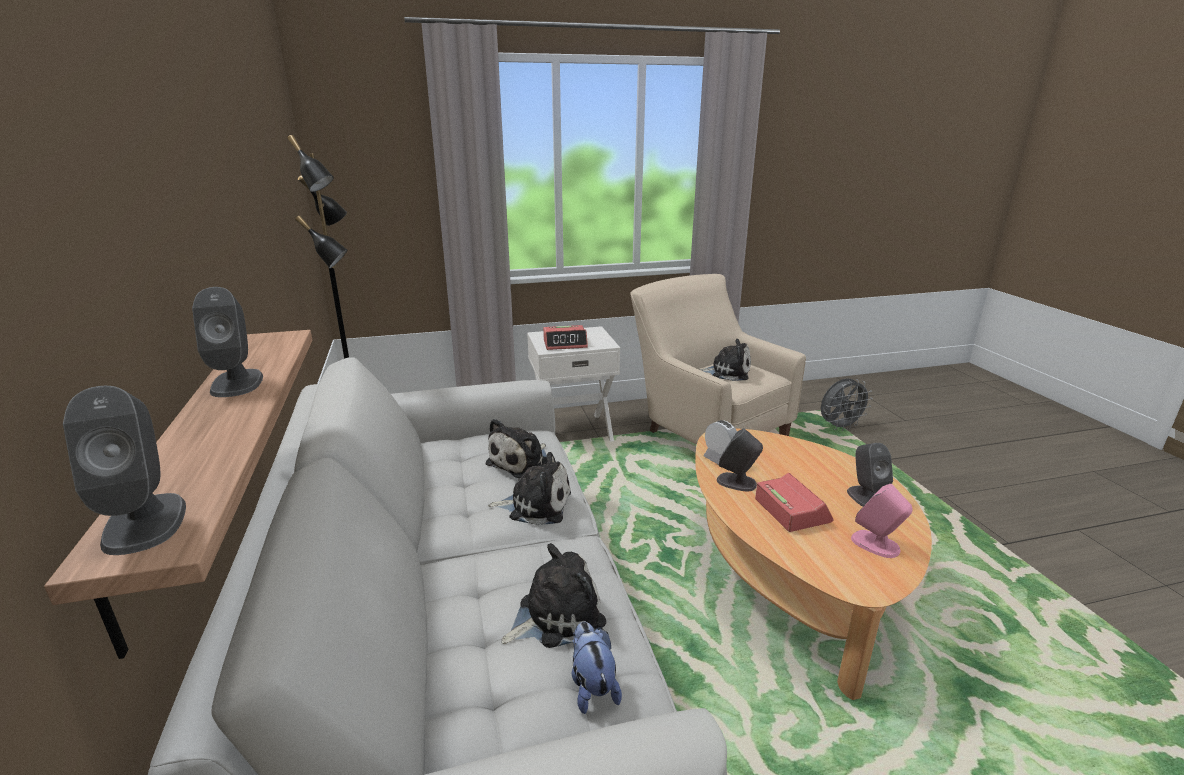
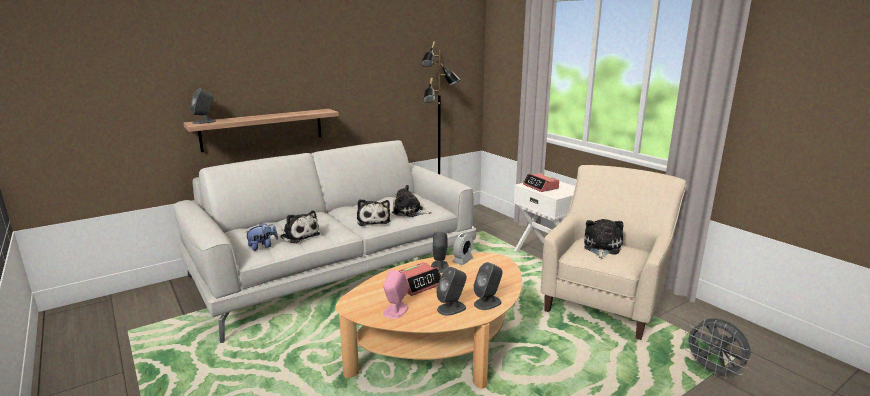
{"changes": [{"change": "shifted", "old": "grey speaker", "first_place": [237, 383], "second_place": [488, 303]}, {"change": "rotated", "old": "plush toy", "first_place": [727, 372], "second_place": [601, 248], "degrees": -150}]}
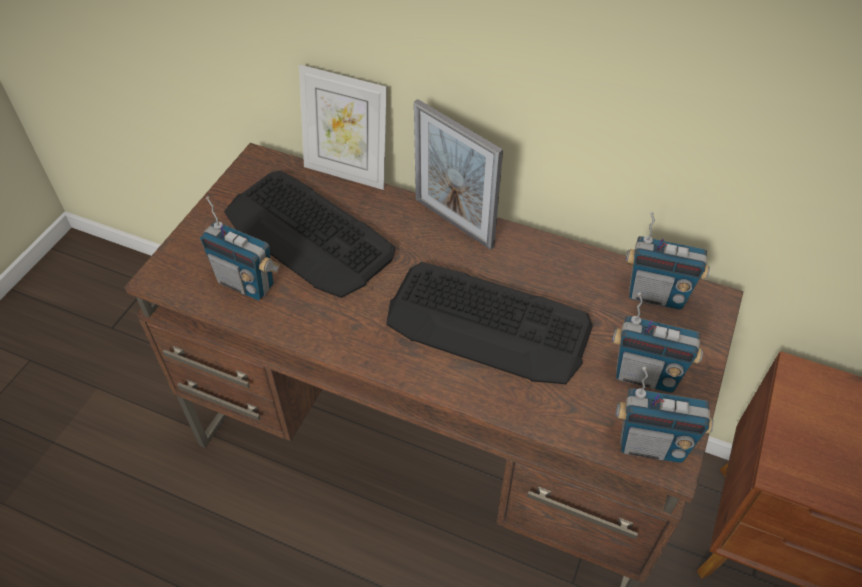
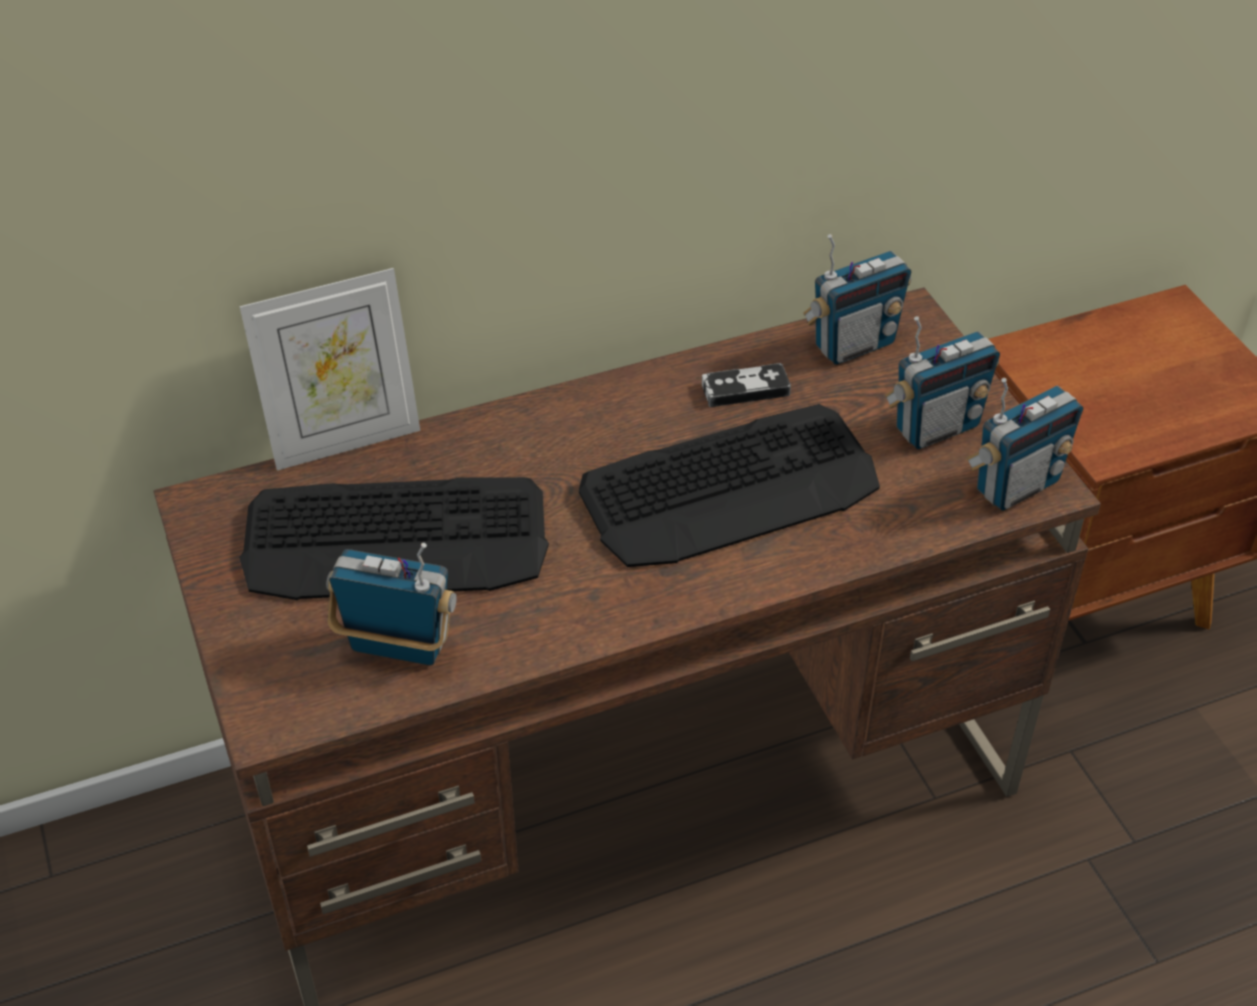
{"changes": [{"change": "rotated", "old": "radio", "first_place": [246, 283], "second_place": [398, 646], "degrees": -150}, {"change": "gone", "old": "picture frame", "first_place": [453, 222]}, {"change": "new", "new": "game controller", "second_place": [745, 389]}]}
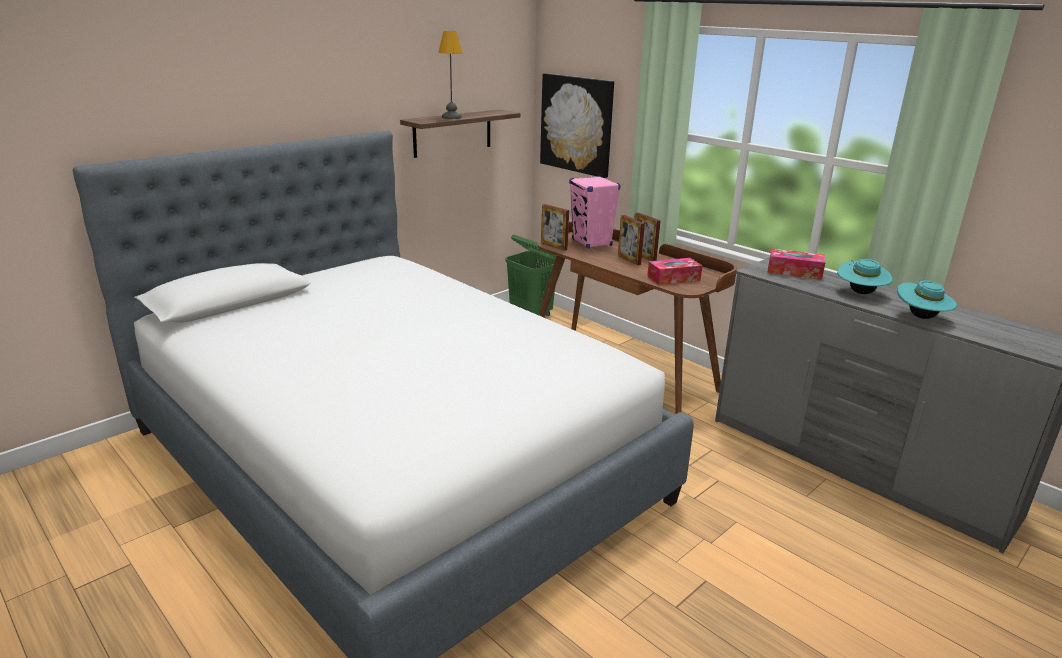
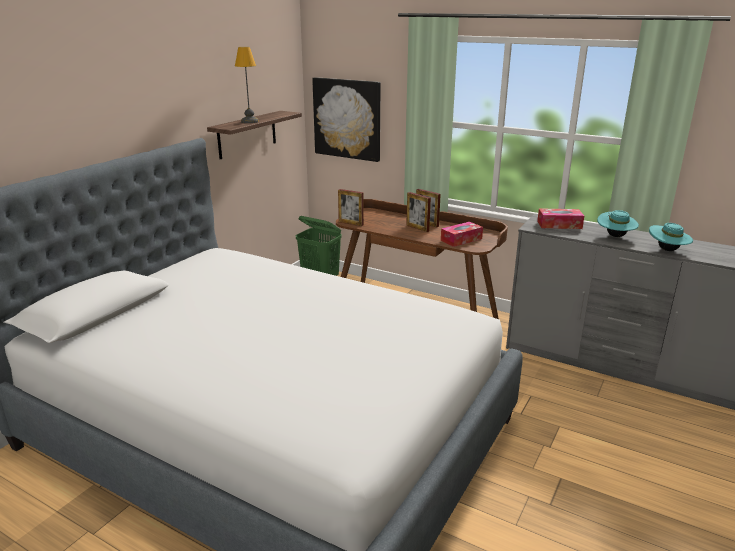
{"changes": [{"change": "gone", "old": "pink speaker", "first_place": [592, 242]}]}
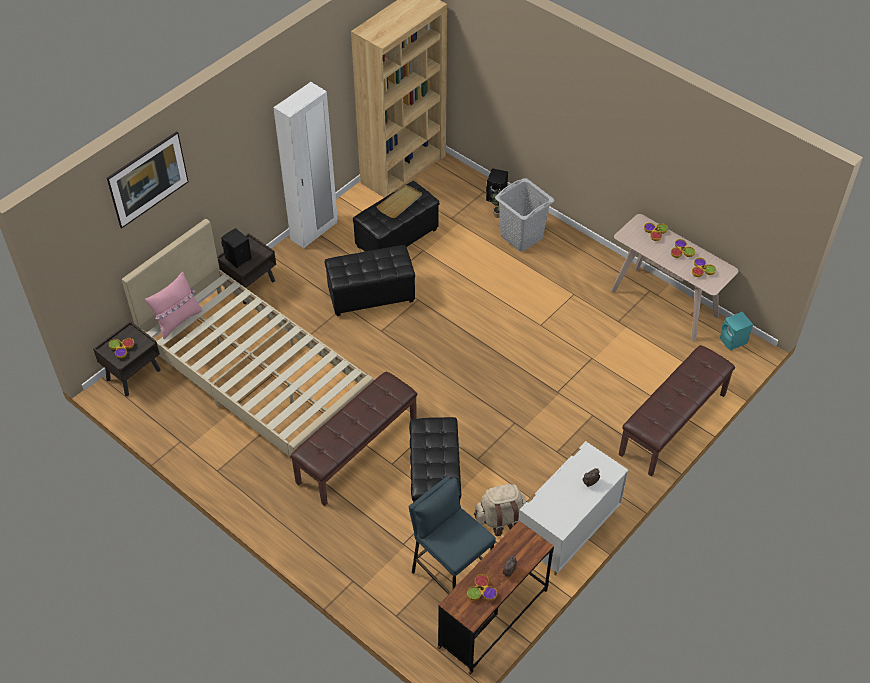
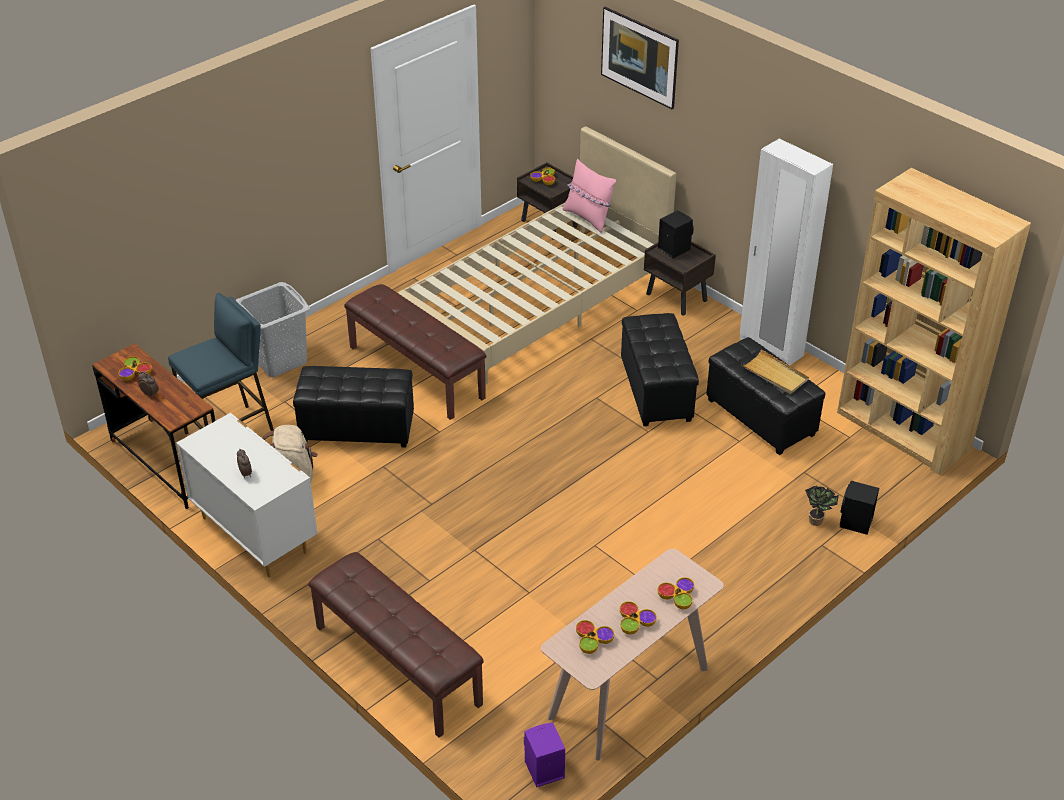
{"changes": [{"change": "shifted", "old": "grey laundry basket", "first_place": [521, 236], "second_place": [280, 360]}, {"change": "repainted", "old": "turquoise speaker", "new": "purple speaker", "first_place": [733, 341], "second_place": [542, 770]}]}
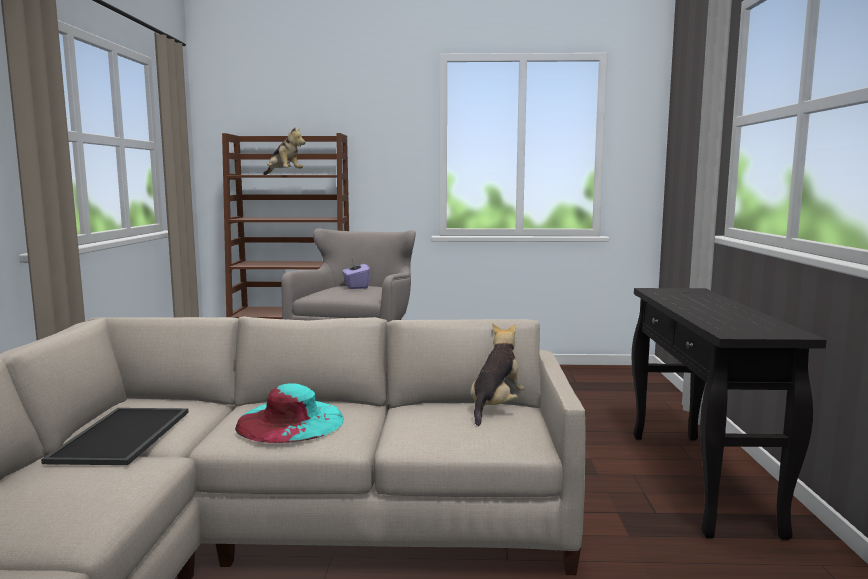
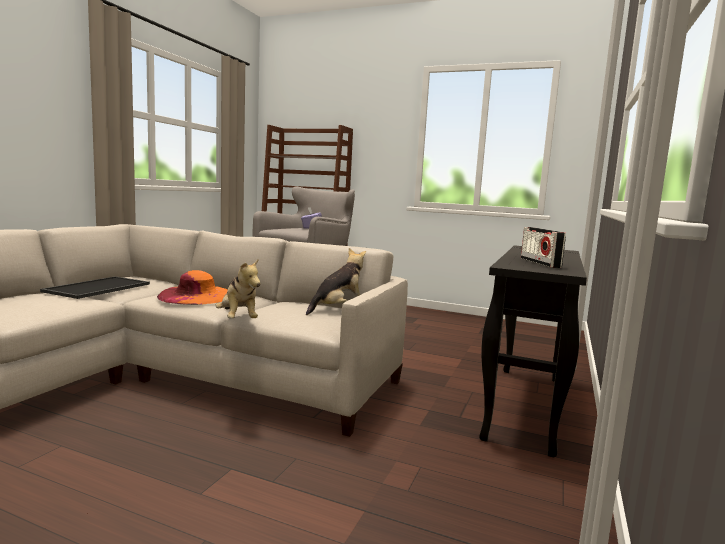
{"changes": [{"change": "repainted", "old": "turquoise hat", "new": "orange hat", "first_place": [290, 421], "second_place": [196, 296]}, {"change": "shifted", "old": "plush toy", "first_place": [283, 174], "second_place": [238, 319]}, {"change": "new", "new": "radio", "second_place": [540, 263]}]}
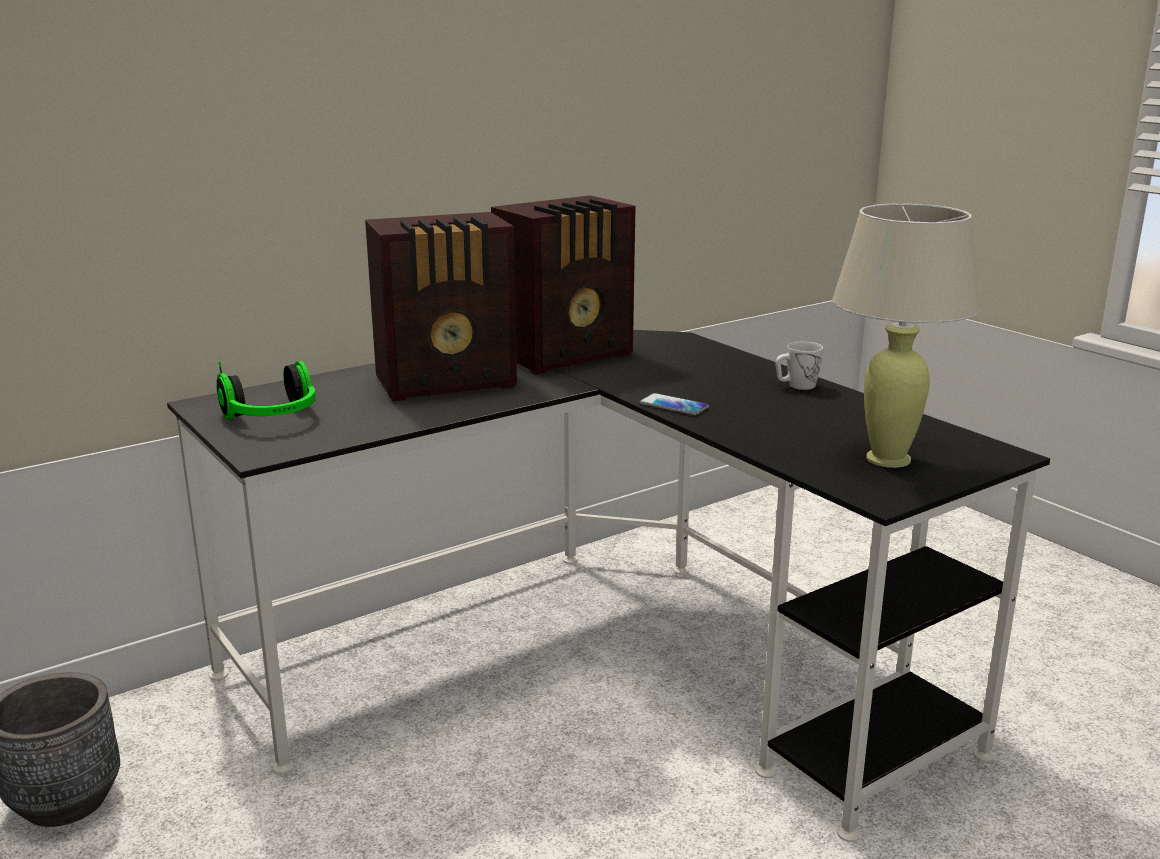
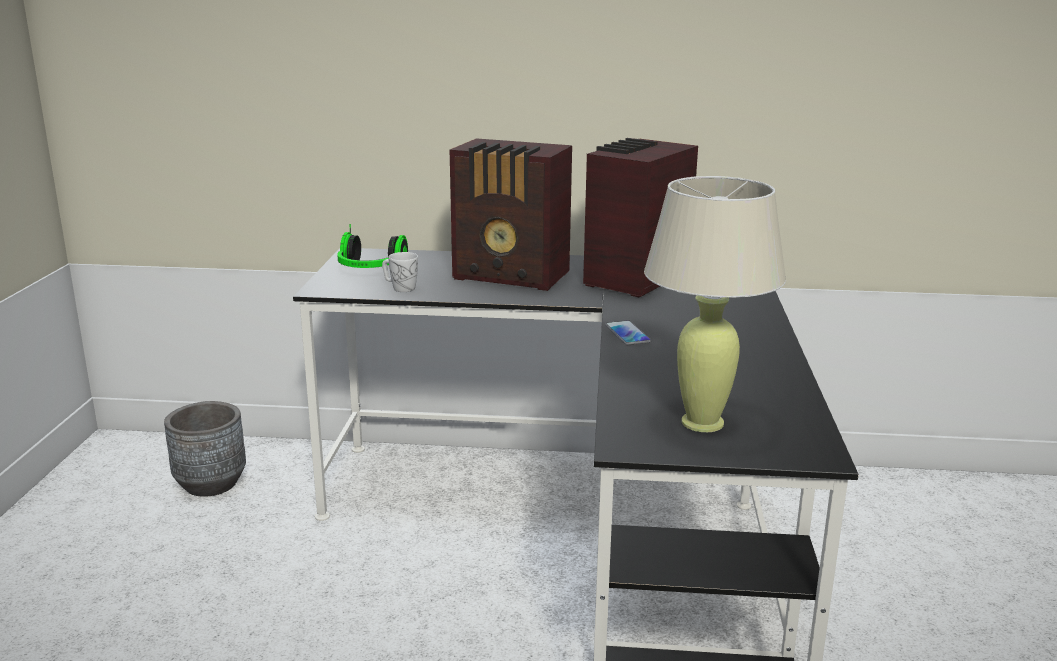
{"changes": [{"change": "rotated", "old": "radio", "first_place": [568, 355], "second_place": [634, 279], "degrees": 120}, {"change": "shifted", "old": "white mug", "first_place": [796, 386], "second_place": [400, 288]}]}
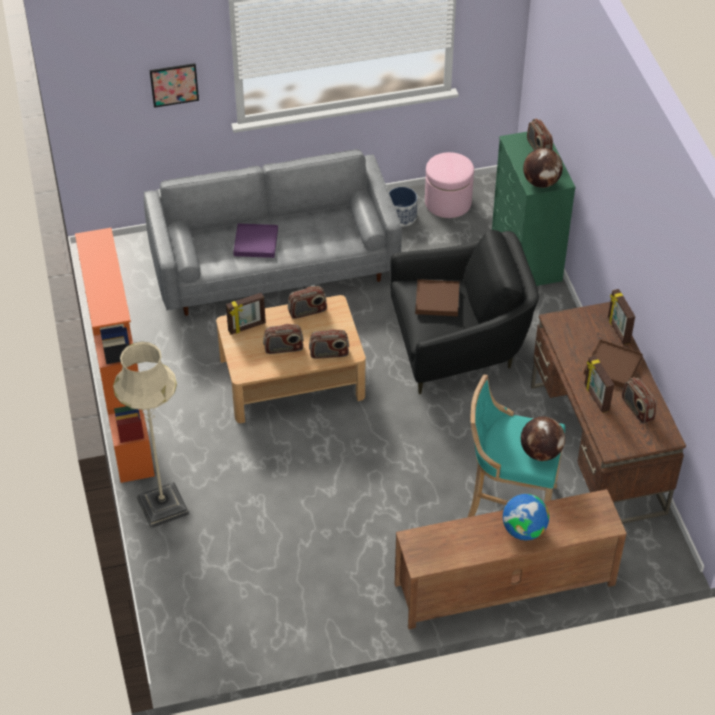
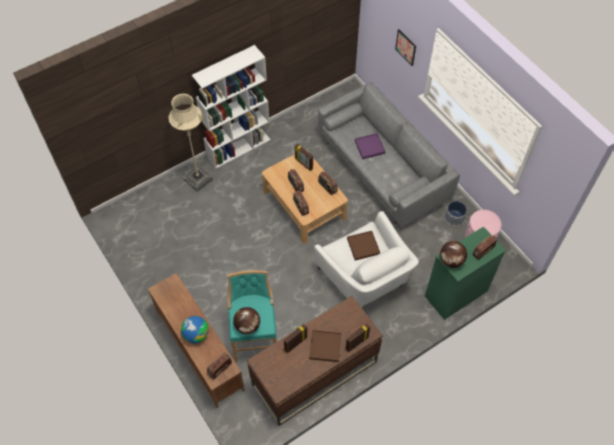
{"changes": [{"change": "repainted", "old": "orange bookcase", "new": "white bookcase", "first_place": [127, 432], "second_place": [239, 148]}, {"change": "repainted", "old": "black armchair", "new": "white armchair", "first_place": [459, 344], "second_place": [365, 277]}, {"change": "shifted", "old": "radio", "first_place": [637, 409], "second_place": [219, 368]}]}
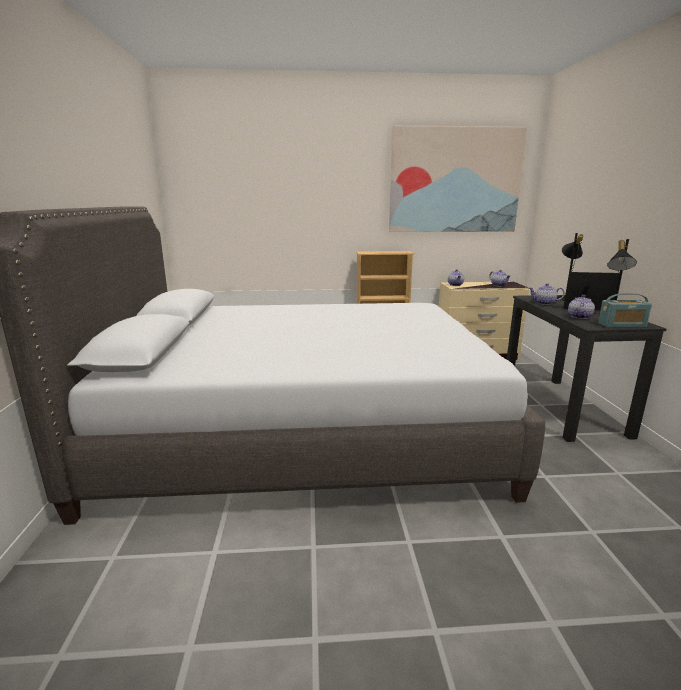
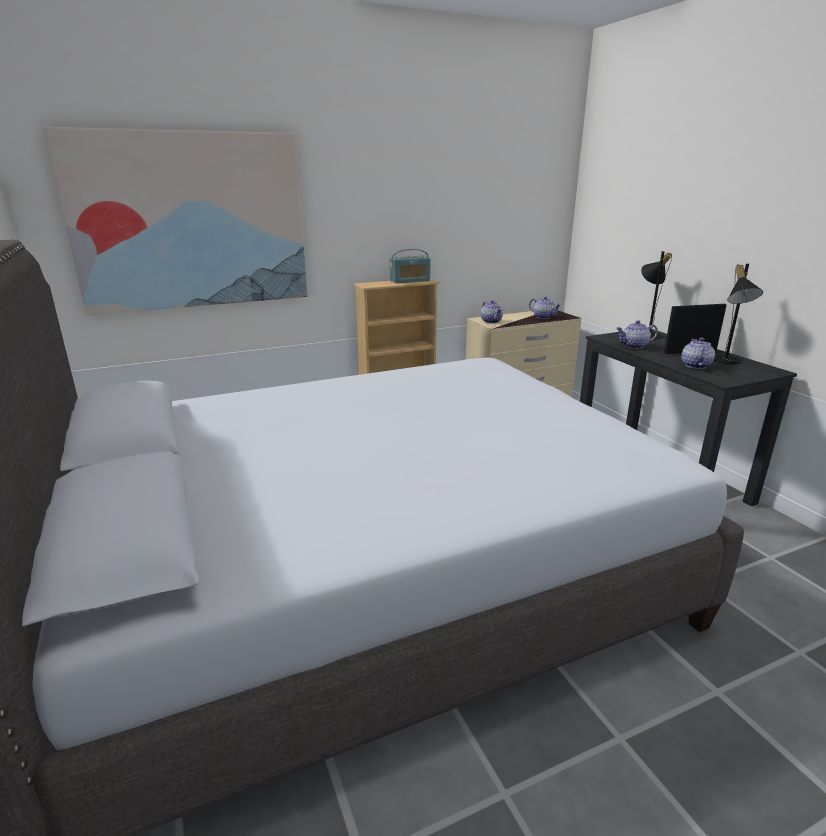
{"changes": [{"change": "shifted", "old": "picture", "first_place": [455, 180], "second_place": [191, 222]}, {"change": "shifted", "old": "radio", "first_place": [622, 325], "second_place": [410, 281]}]}
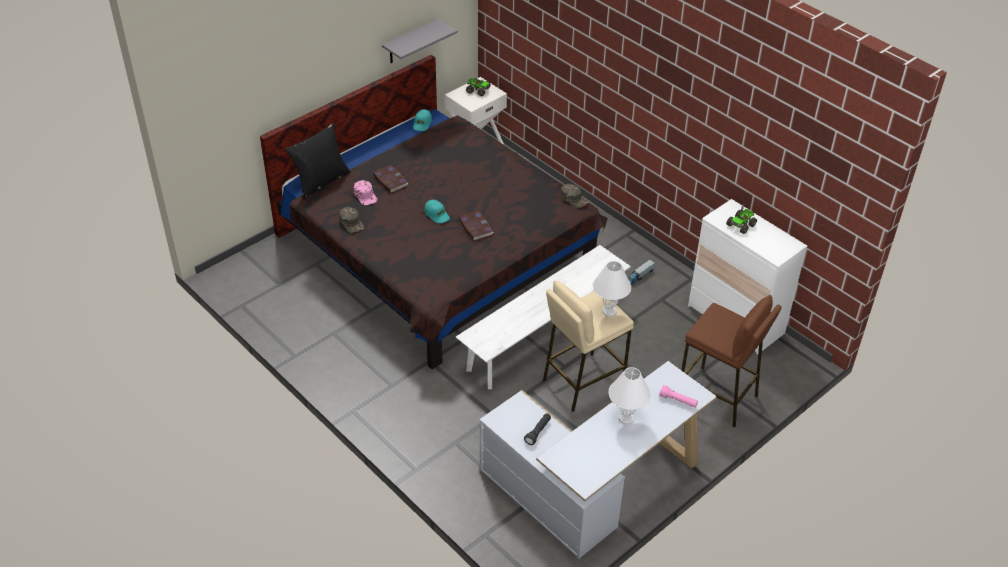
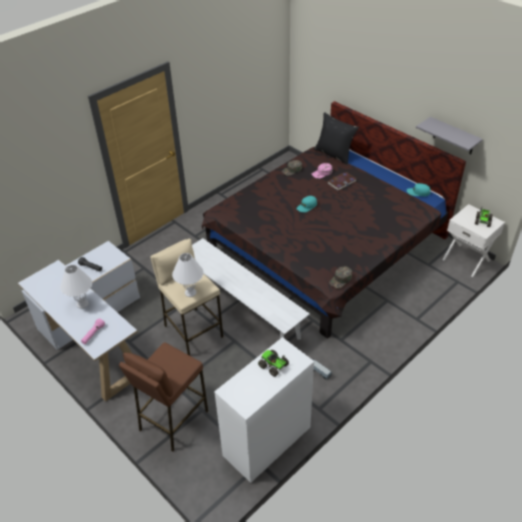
{"changes": [{"change": "gone", "old": "book", "first_place": [475, 227]}]}
